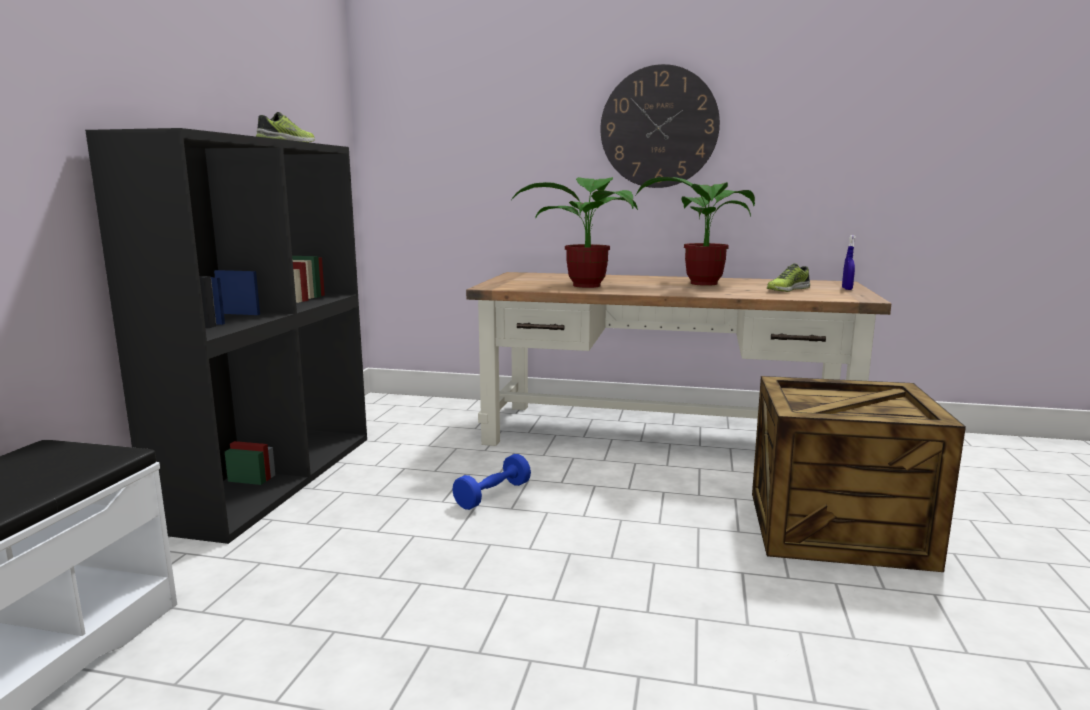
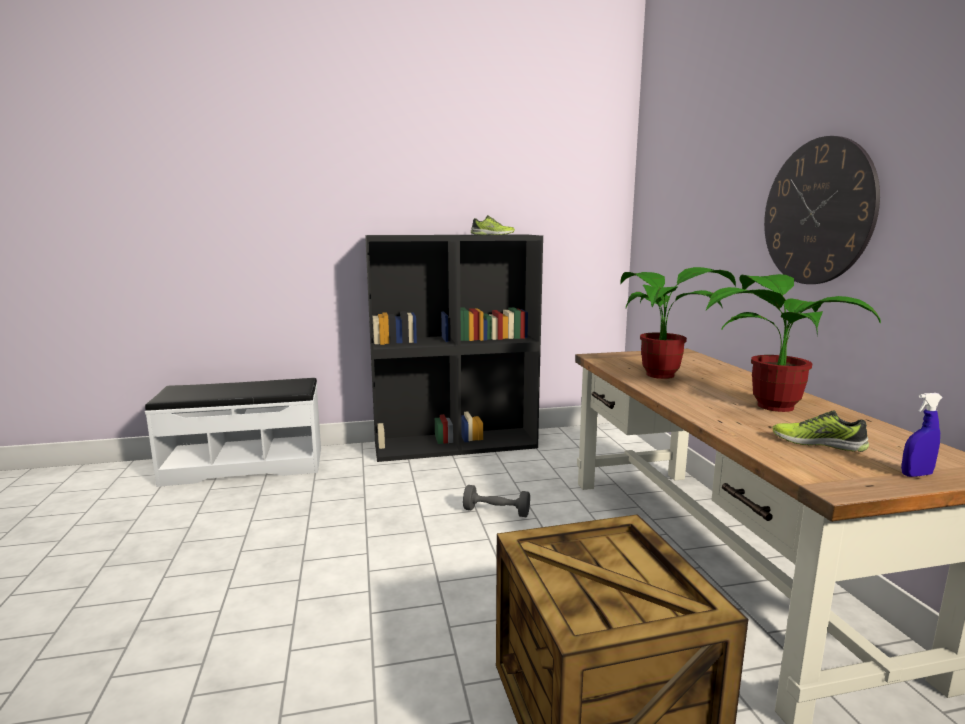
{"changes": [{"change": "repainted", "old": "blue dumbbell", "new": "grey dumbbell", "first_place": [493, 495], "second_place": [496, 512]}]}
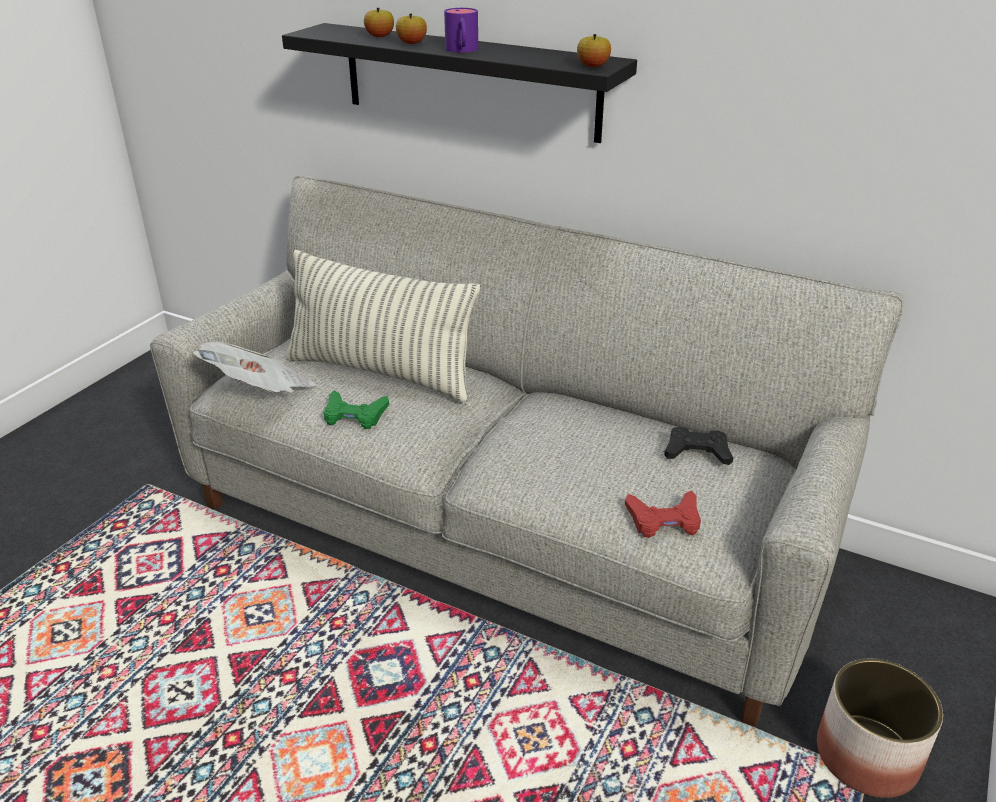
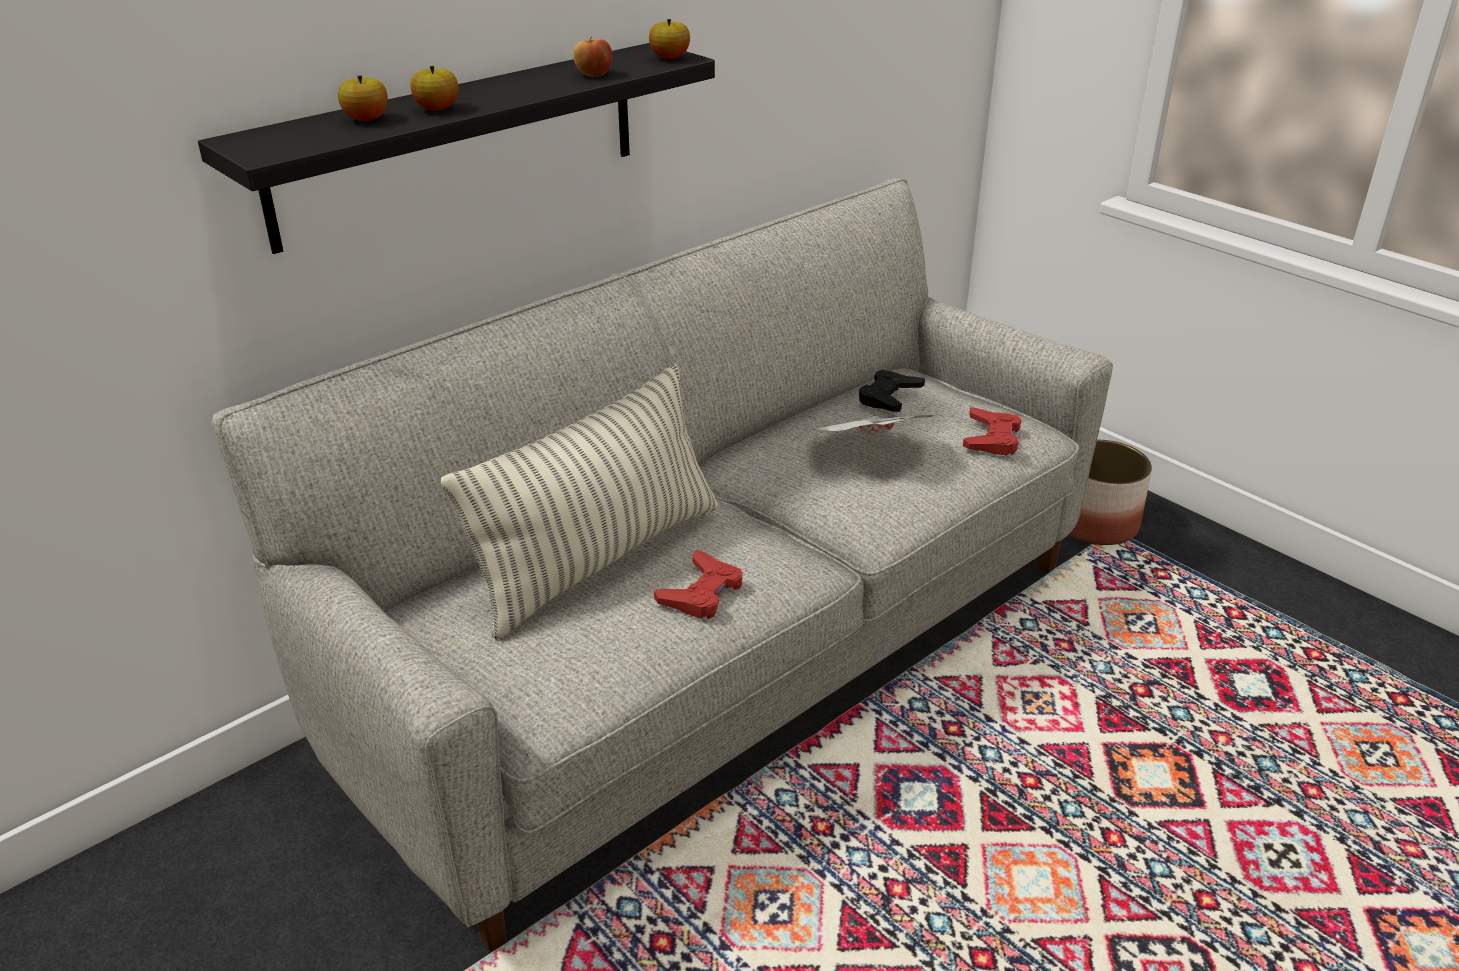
{"changes": [{"change": "shifted", "old": "newspaper", "first_place": [261, 392], "second_place": [868, 452]}, {"change": "repainted", "old": "green game controller", "new": "red game controller", "first_place": [354, 415], "second_place": [702, 593]}, {"change": "gone", "old": "purple mug", "first_place": [462, 50]}, {"change": "new", "new": "apple", "second_place": [594, 75]}]}
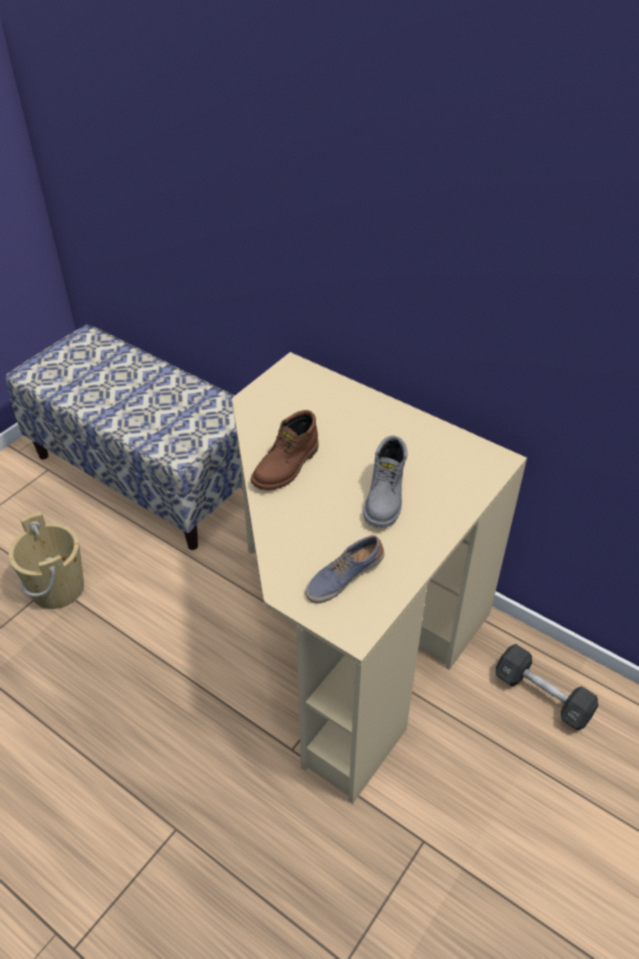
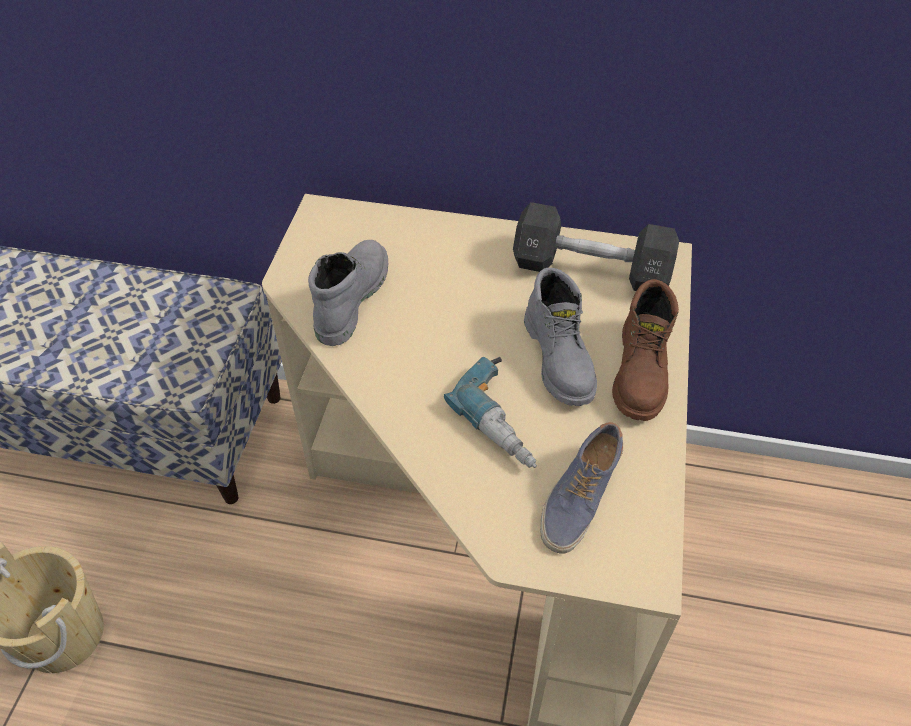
{"changes": [{"change": "shifted", "old": "brown boot", "first_place": [287, 467], "second_place": [642, 372]}, {"change": "shifted", "old": "black dumbbell", "first_place": [542, 696], "second_place": [591, 270]}, {"change": "new", "new": "grey boot", "second_place": [350, 298]}, {"change": "new", "new": "power drill", "second_place": [507, 419]}]}
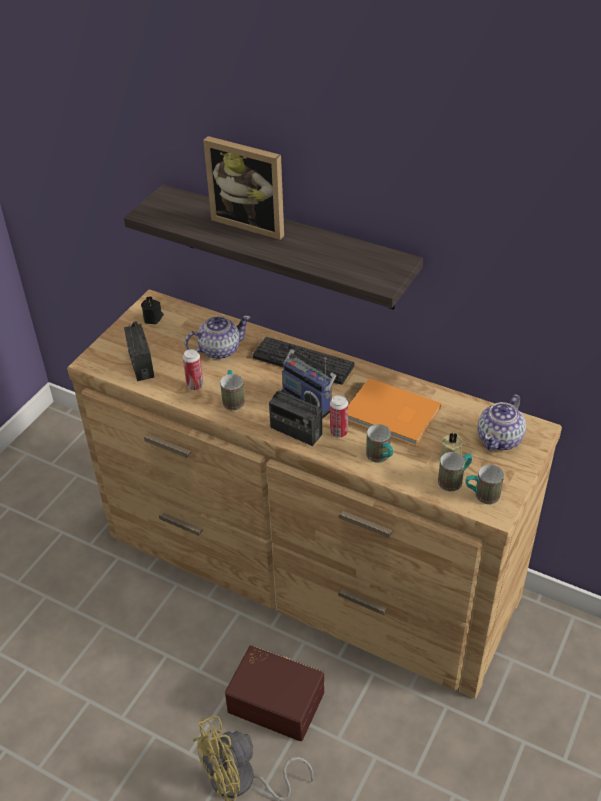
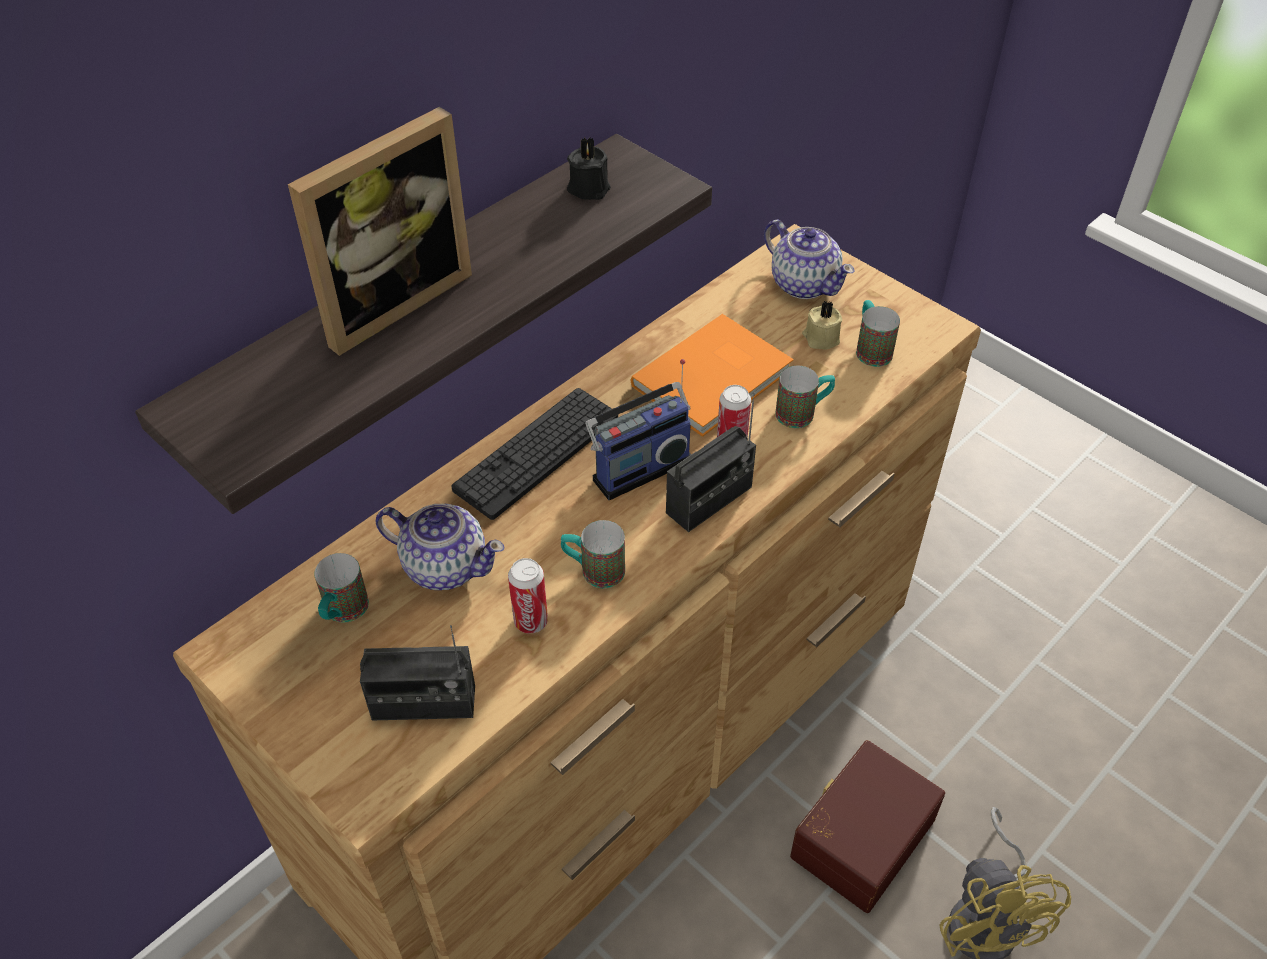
{"changes": [{"change": "shifted", "old": "black candle", "first_place": [153, 318], "second_place": [588, 187]}, {"change": "rotated", "old": "teapot", "first_place": [219, 350], "second_place": [444, 565], "degrees": 120}, {"change": "shifted", "old": "mug", "first_place": [481, 495], "second_place": [343, 613]}]}
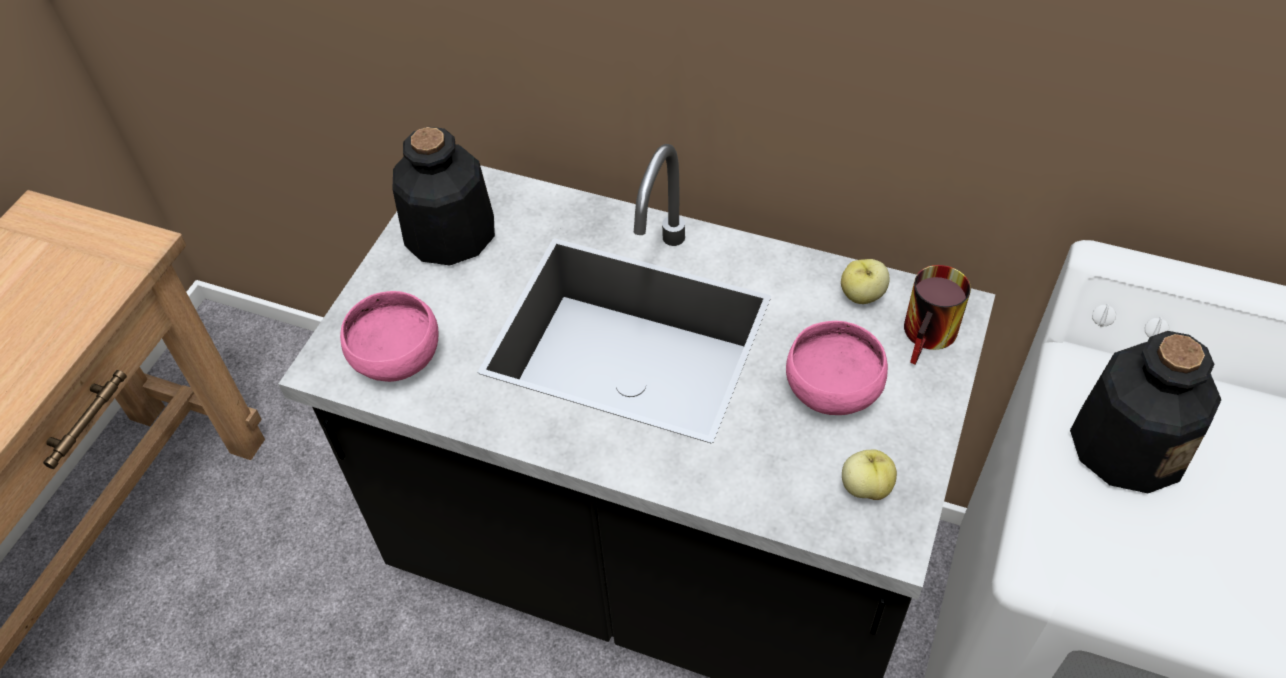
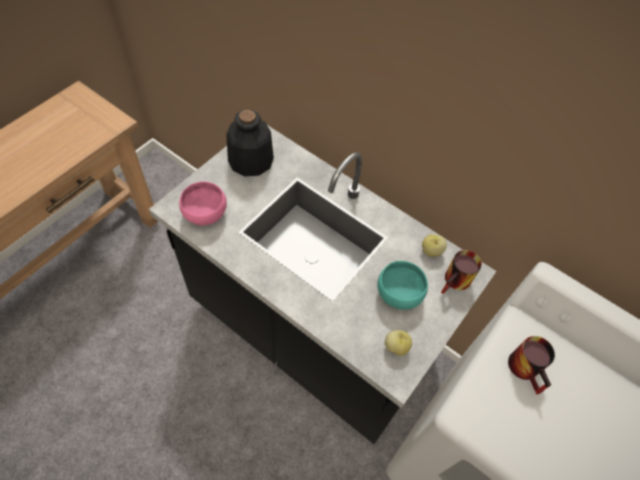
{"changes": [{"change": "repainted", "old": "pink bowl", "new": "turquoise bowl", "first_place": [832, 387], "second_place": [399, 292]}, {"change": "swapped", "old": "bottle", "new": "mug", "first_place": [1127, 443], "second_place": [528, 369]}]}
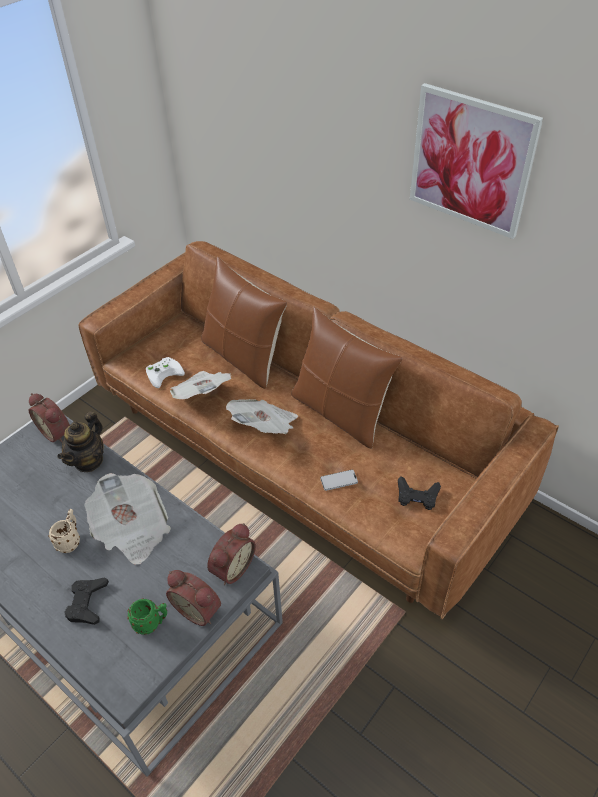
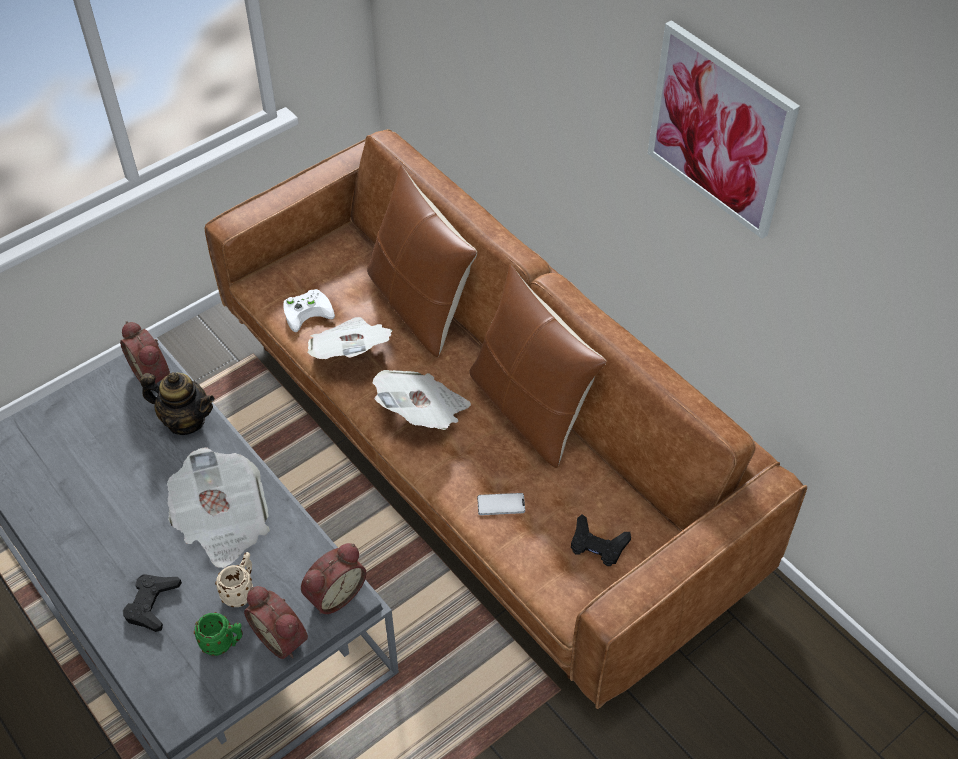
{"changes": [{"change": "shifted", "old": "beige mug", "first_place": [70, 540], "second_place": [241, 591]}, {"change": "rotated", "old": "teapot", "first_place": [88, 460], "second_place": [186, 420], "degrees": -105}]}
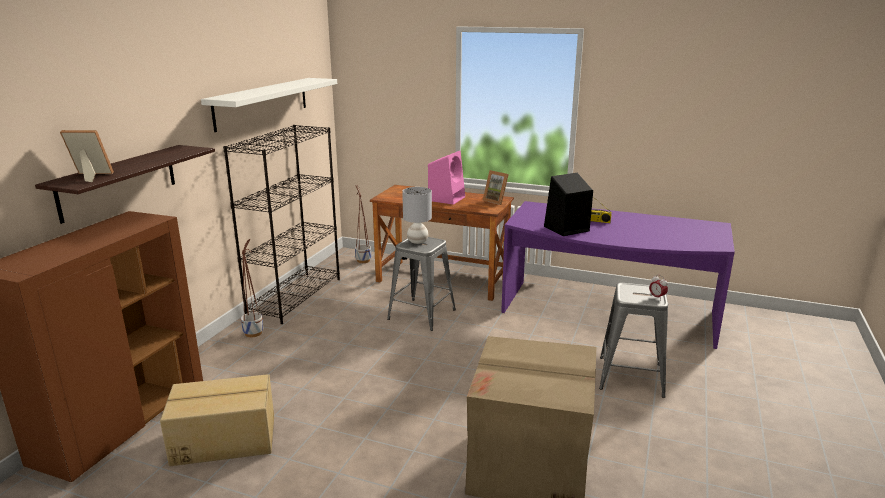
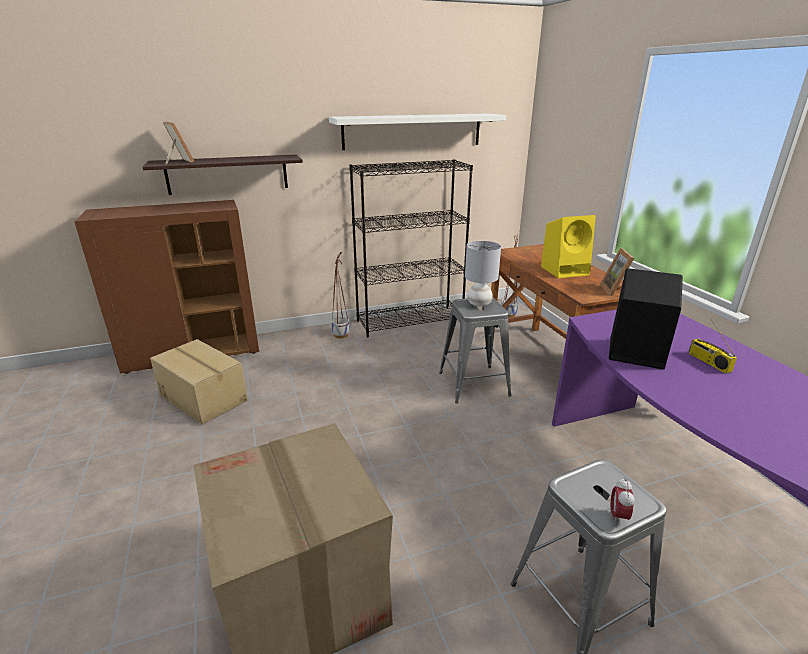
{"changes": [{"change": "repainted", "old": "pink speaker", "new": "yellow speaker", "first_place": [447, 198], "second_place": [565, 270]}]}
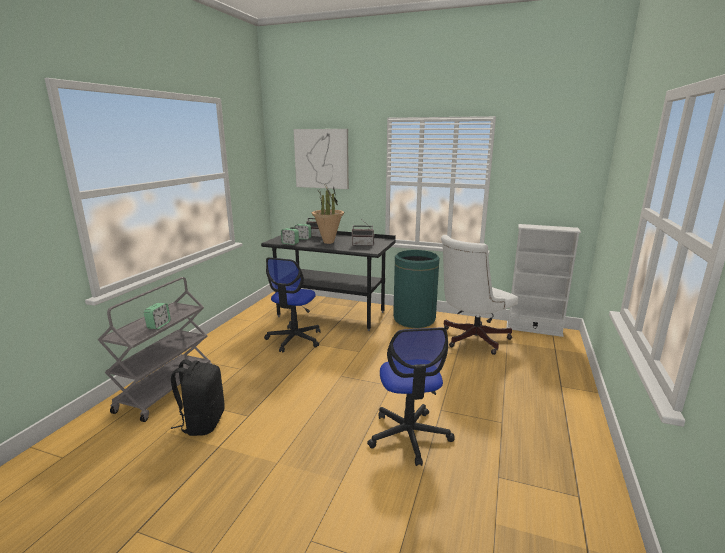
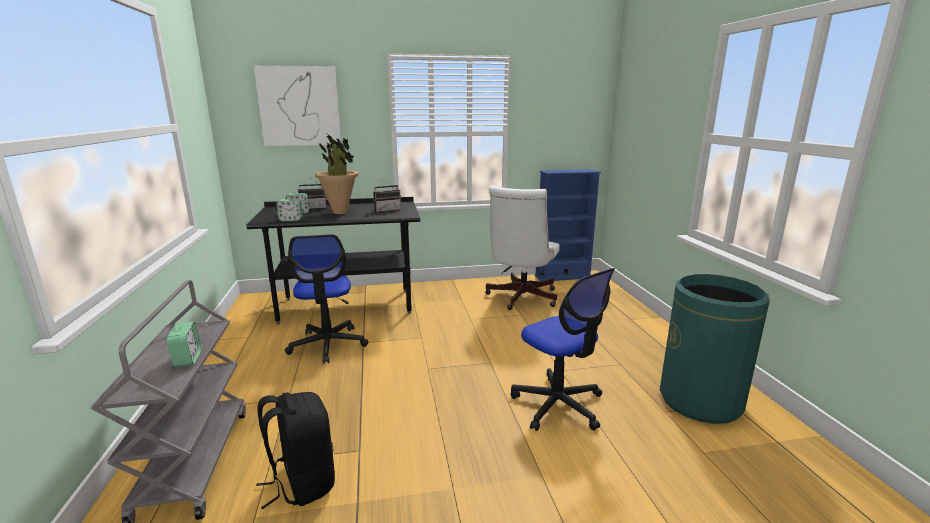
{"changes": [{"change": "shifted", "old": "green trash can", "first_place": [414, 319], "second_place": [700, 400]}, {"change": "repainted", "old": "white bookcase", "new": "blue bookcase", "first_place": [534, 329], "second_place": [562, 276]}]}
